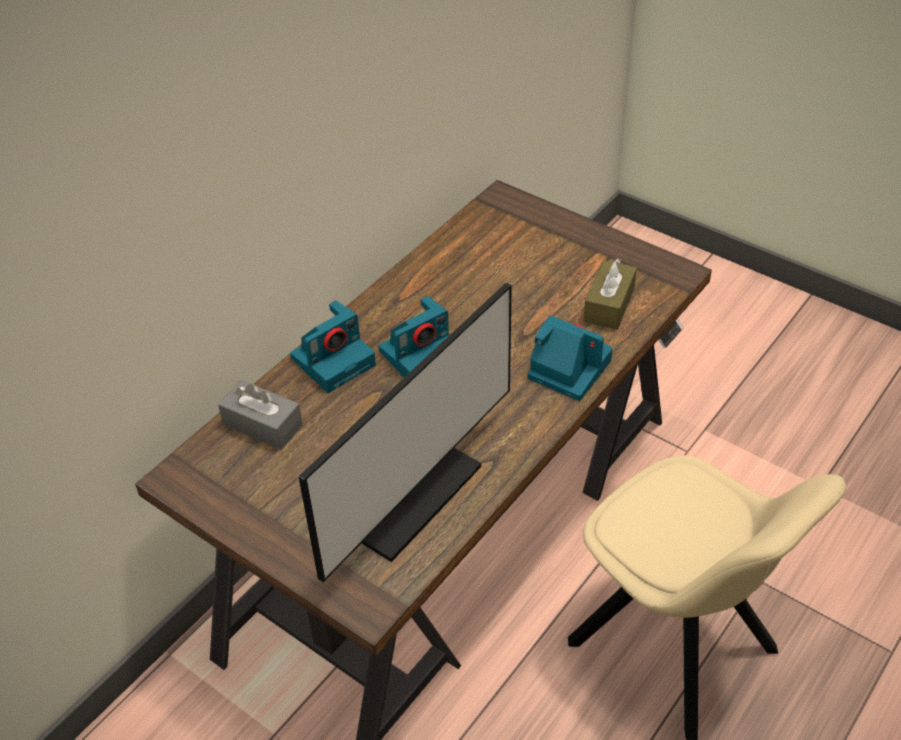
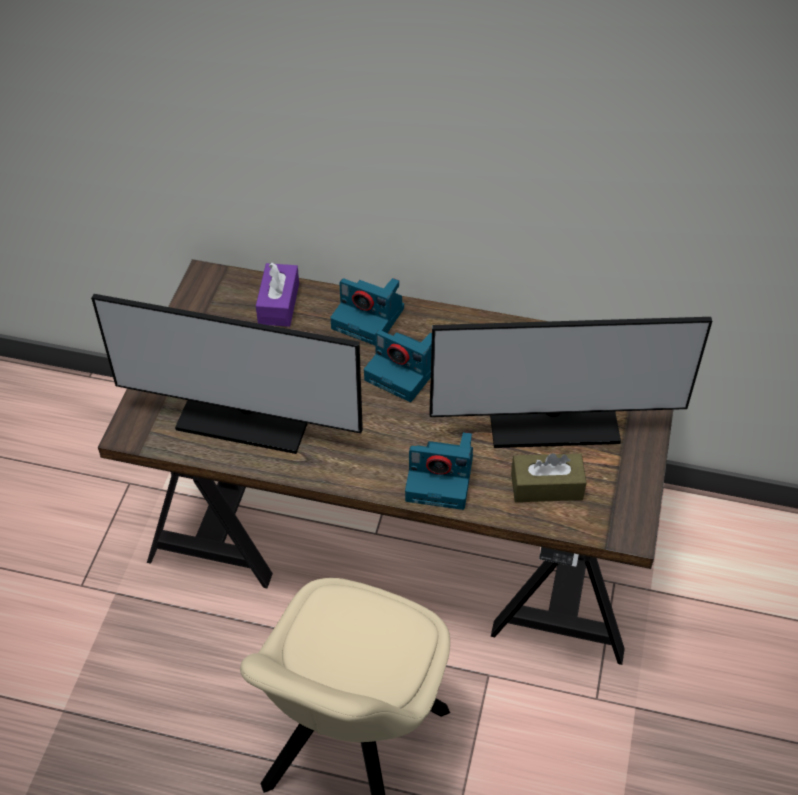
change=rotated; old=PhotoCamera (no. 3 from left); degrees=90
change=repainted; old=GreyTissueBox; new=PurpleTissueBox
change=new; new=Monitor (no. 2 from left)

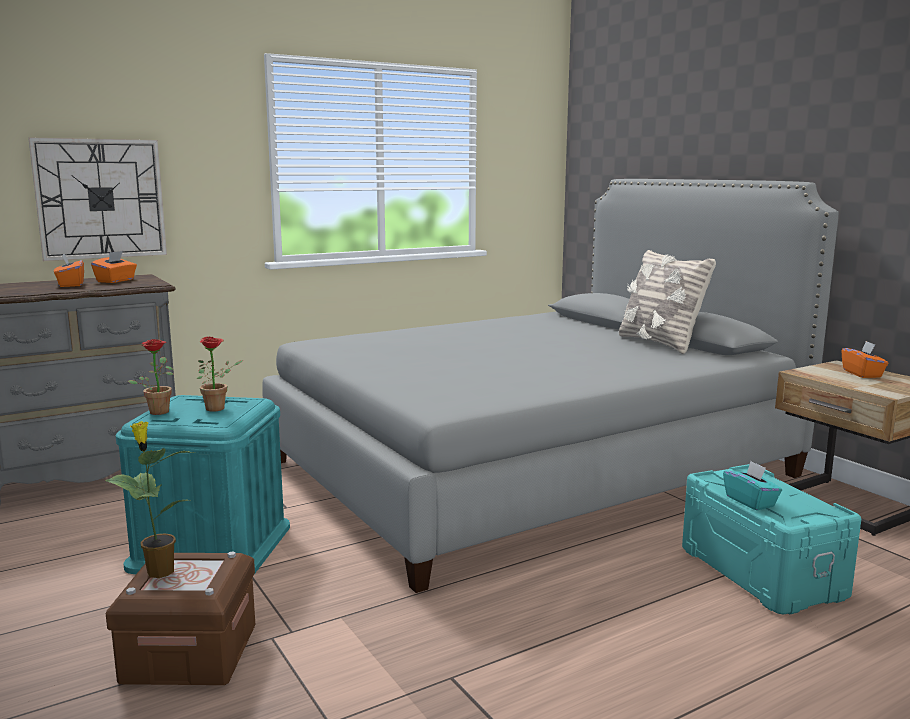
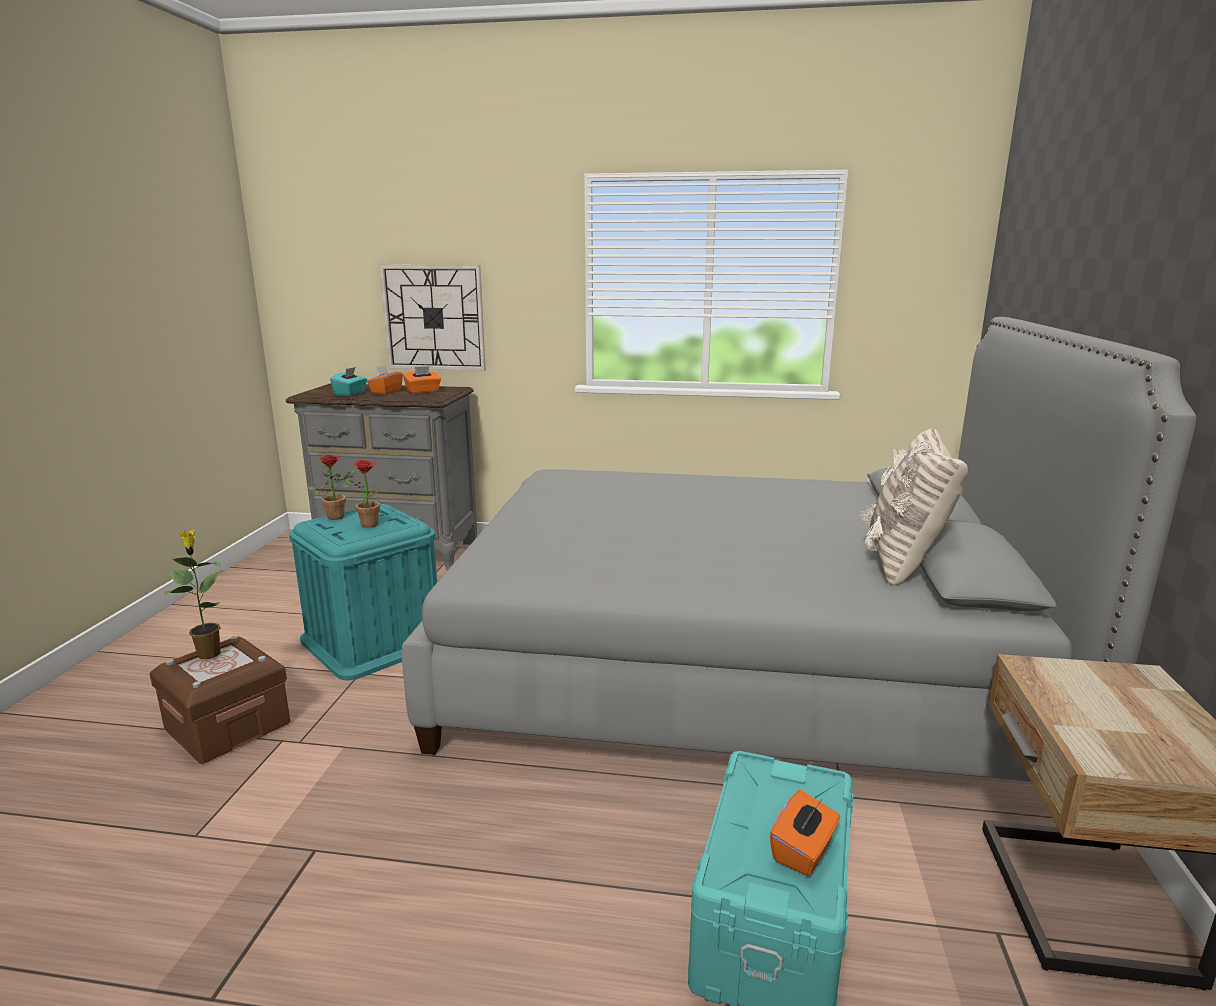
change=shifted; old=OrangeTissueBox (no. 3 from left)
change=shifted; old=TurquoiseTissueBox

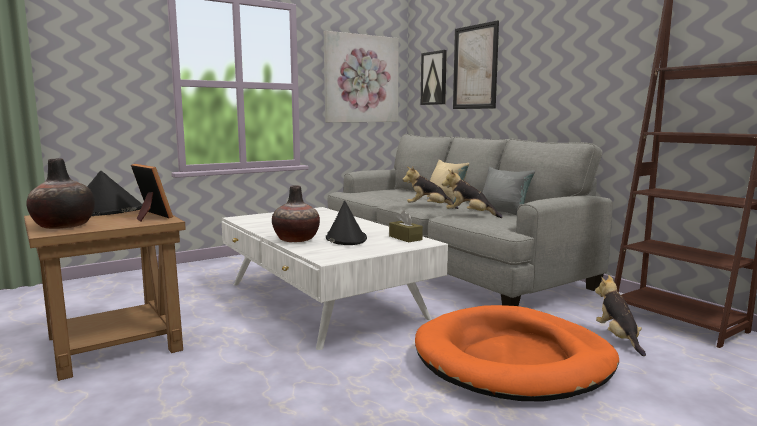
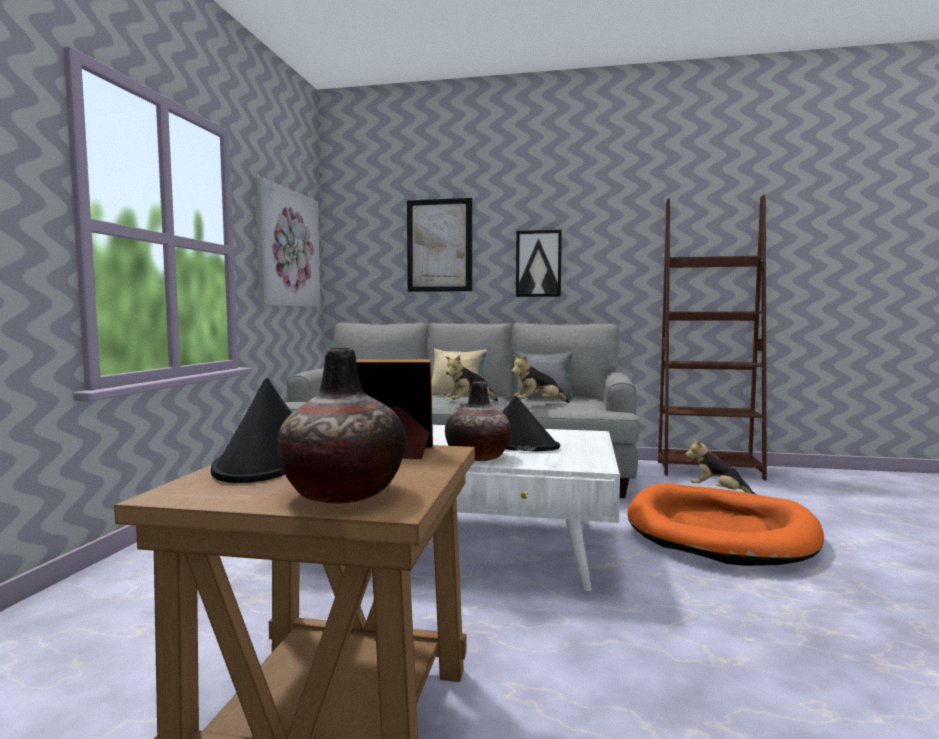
change=shifted; old=Picture (no. 2 from left in the first image); new=Picture (no. 3 from left)
change=gone; old=BrownTissueBox

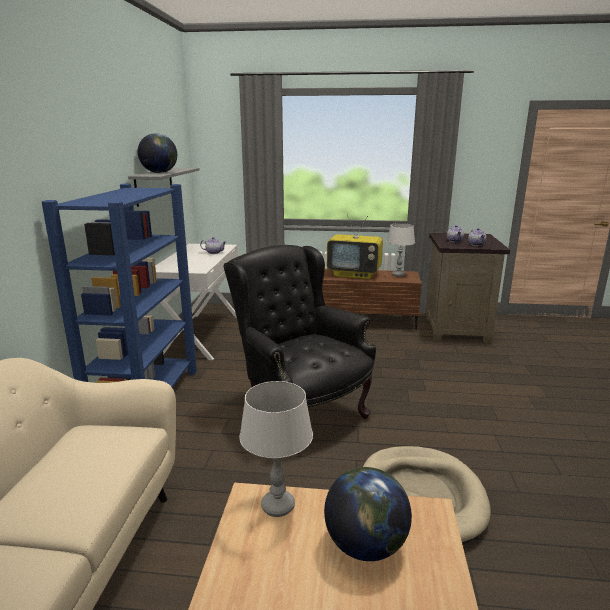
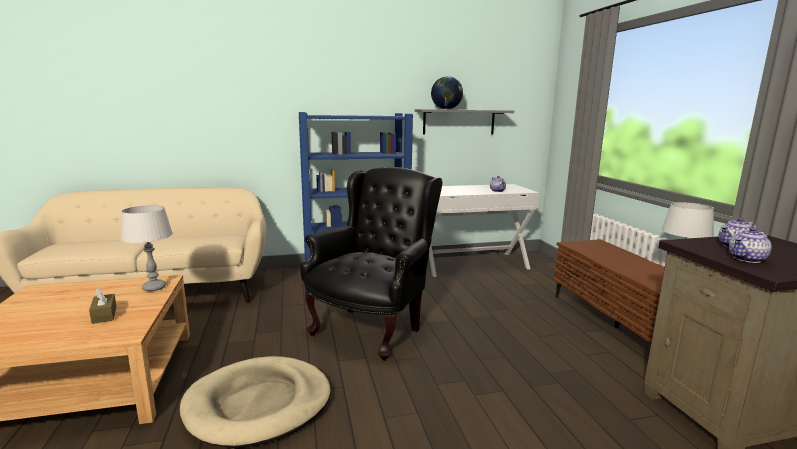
change=gone; old=Television
change=swapped; old=Globe (no. 2 from left); new=BrownTissueBox

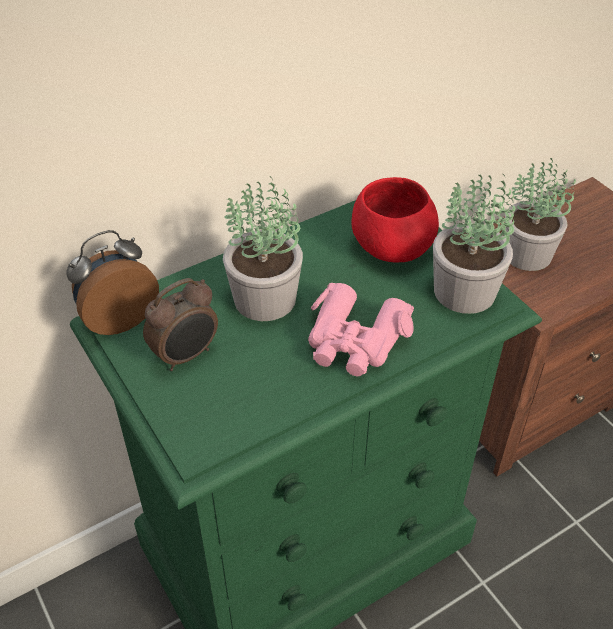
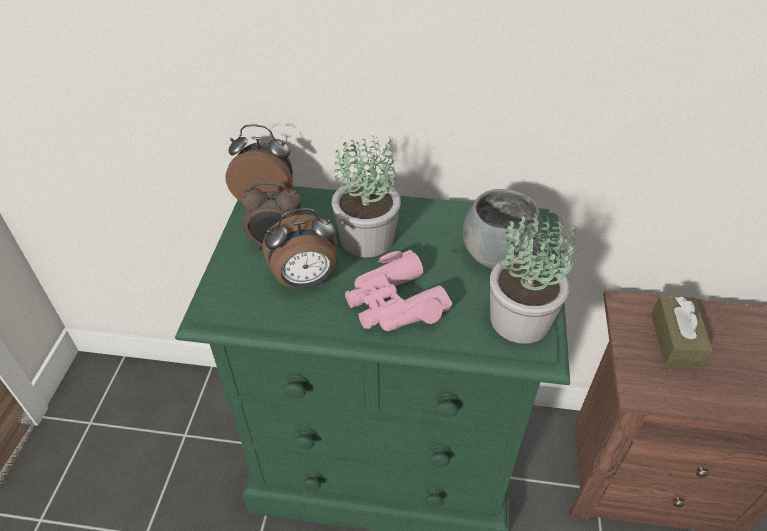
change=swapped; old=PottedPlant (no. 3 from left); new=BrownTissueBox
change=repainted; old=RedBowl; new=GreyBowl
change=new; new=AlarmClock (no. 3 from left)

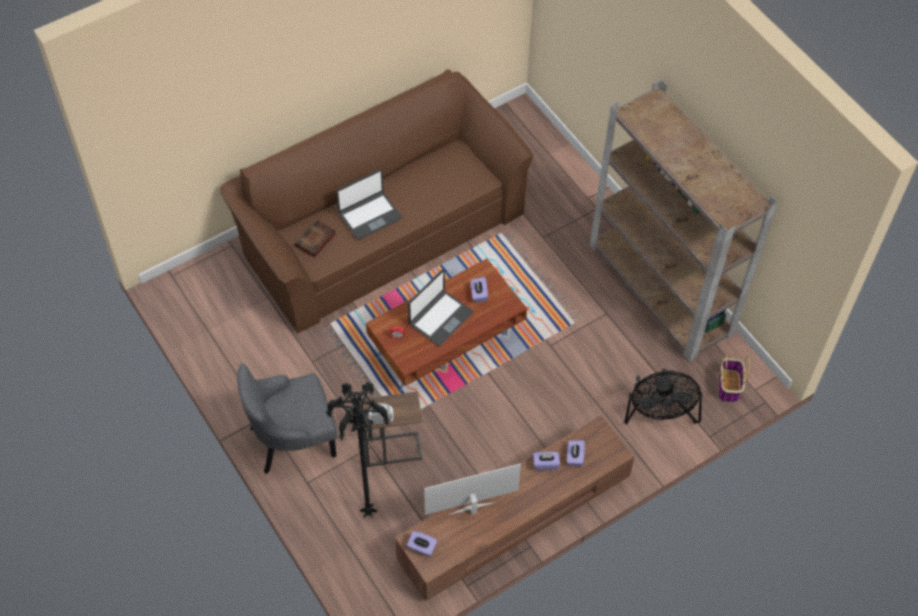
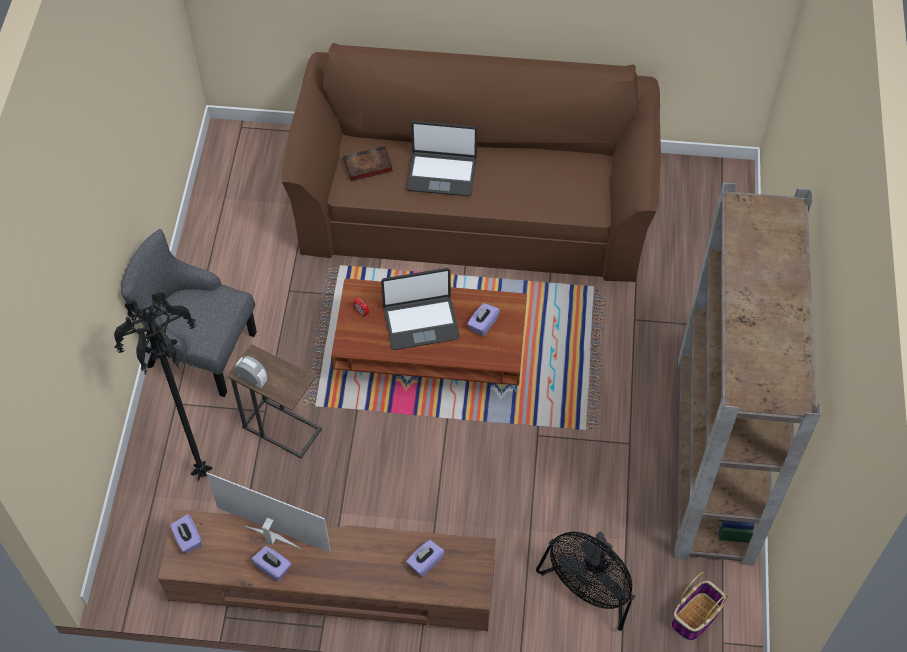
change=shifted; old=PurpleTissueBox (no. 3 from left in the first image); new=PurpleTissueBox (no. 2 from left)

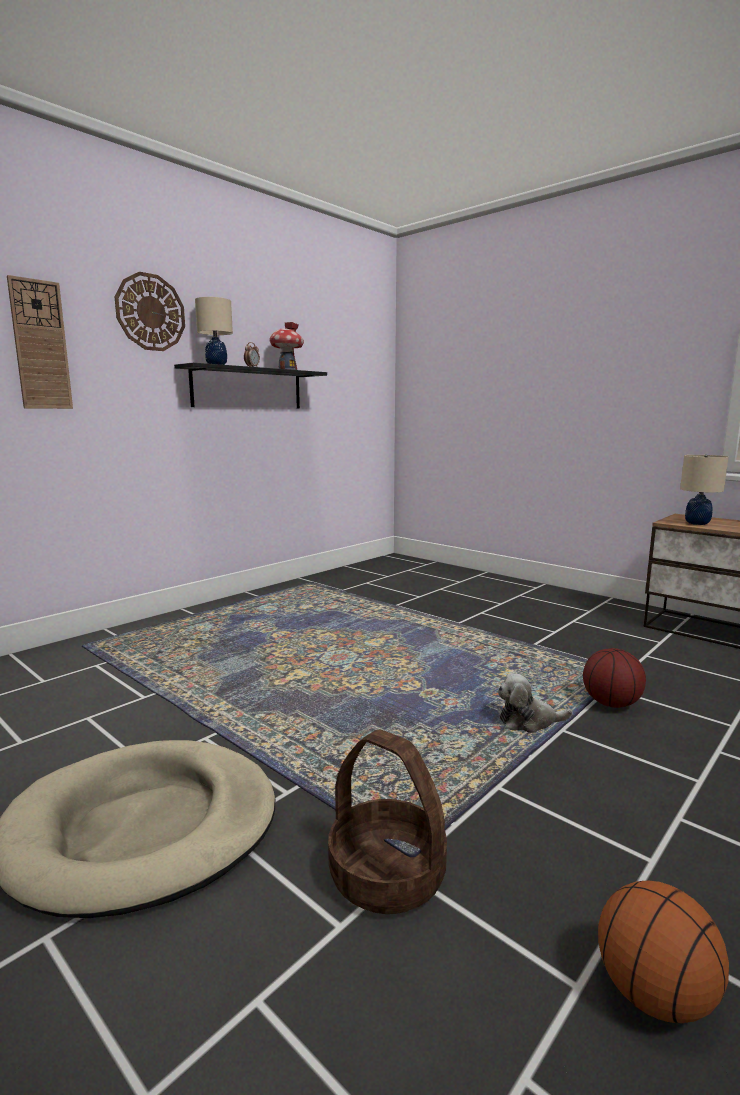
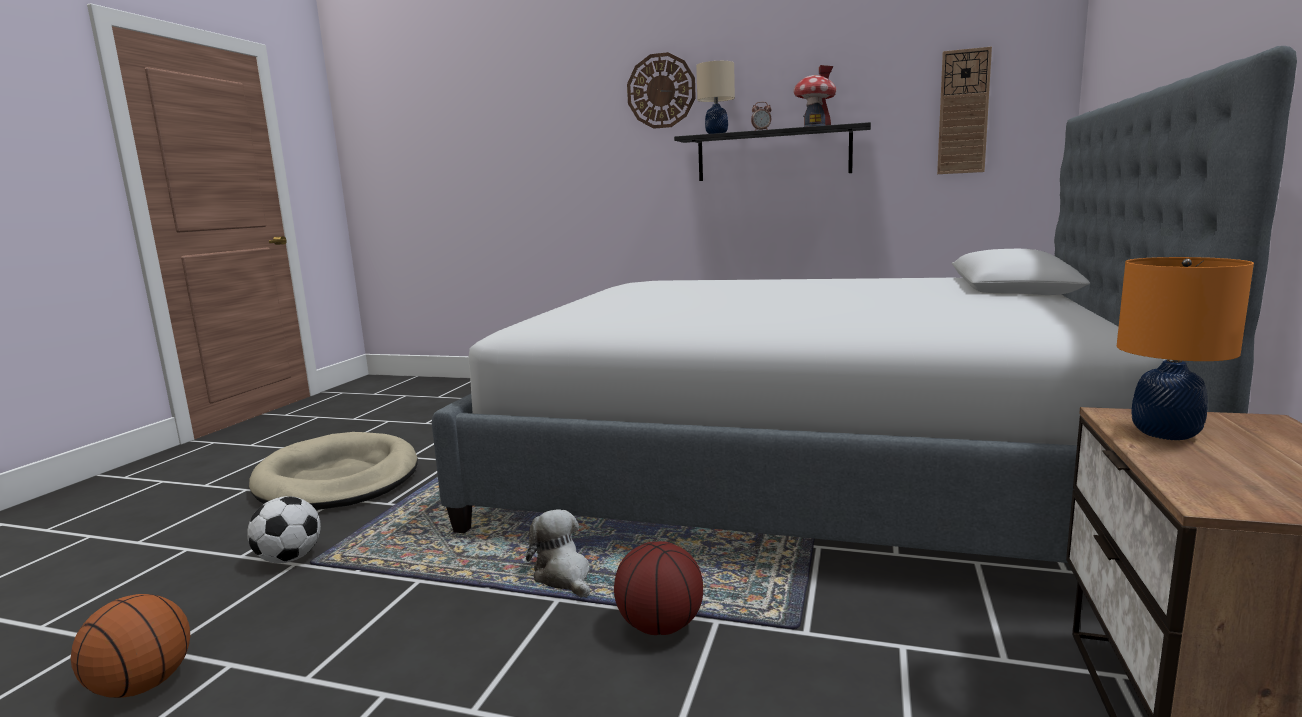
change=shifted; old=WallClock (no. 1 from left in the first image); new=WallClock (no. 2 from left)
change=repainted; old=BeigeTableLamp (no. 2 from left); new=OrangeTableLamp
change=swapped; old=Basket; new=Football
change=new; new=Bed

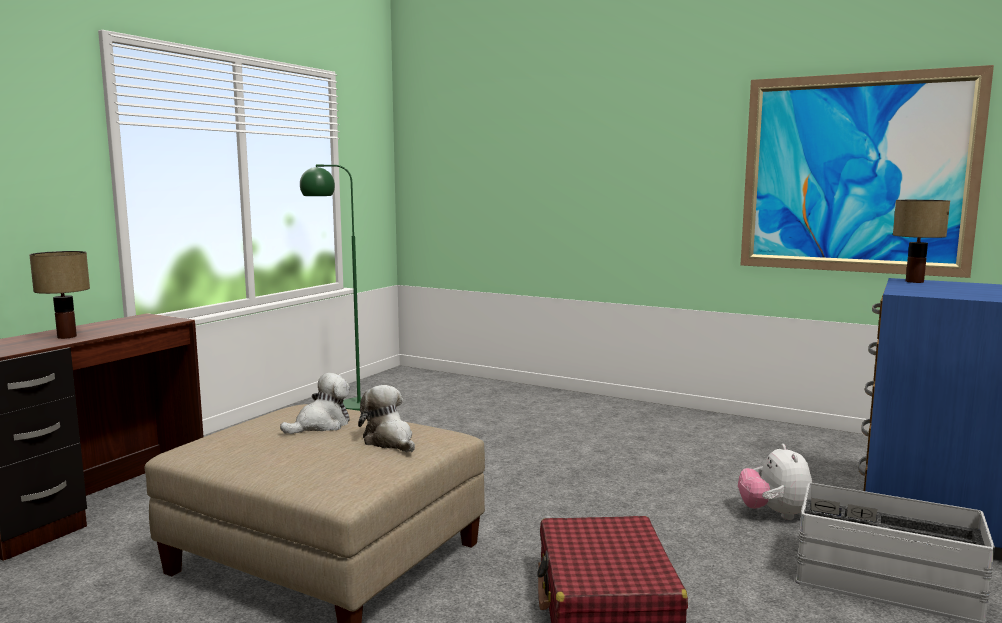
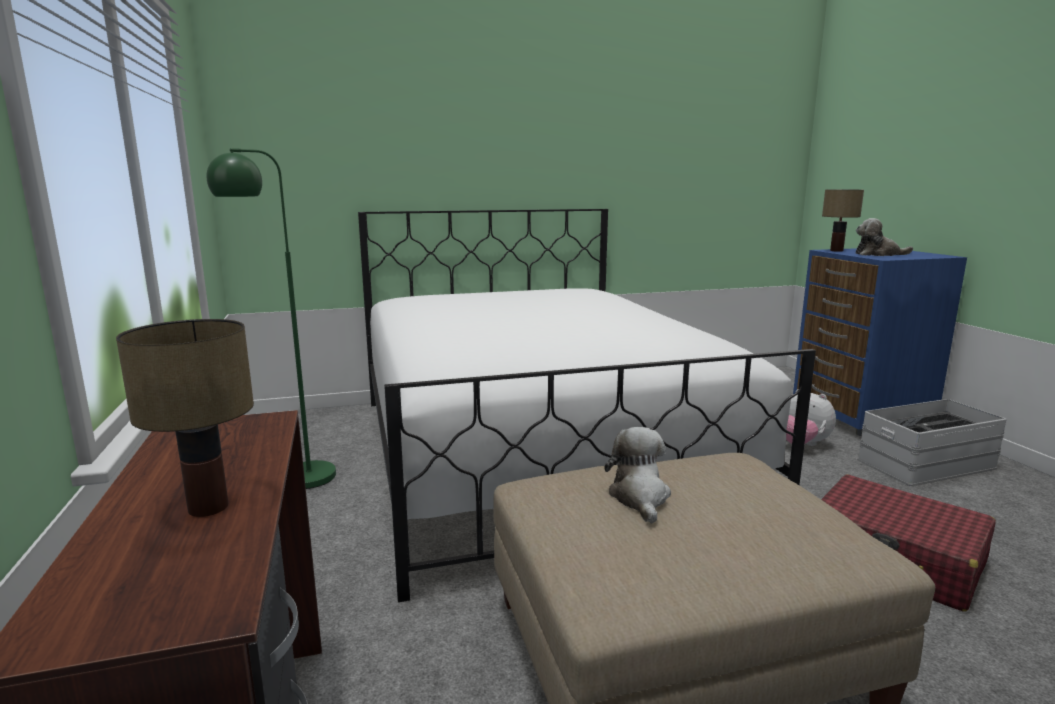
change=gone; old=Picture
change=shifted; old=PlushToy (no. 2 from left in the first image); new=PlushToy (no. 3 from left)
change=new; new=WhiteBed

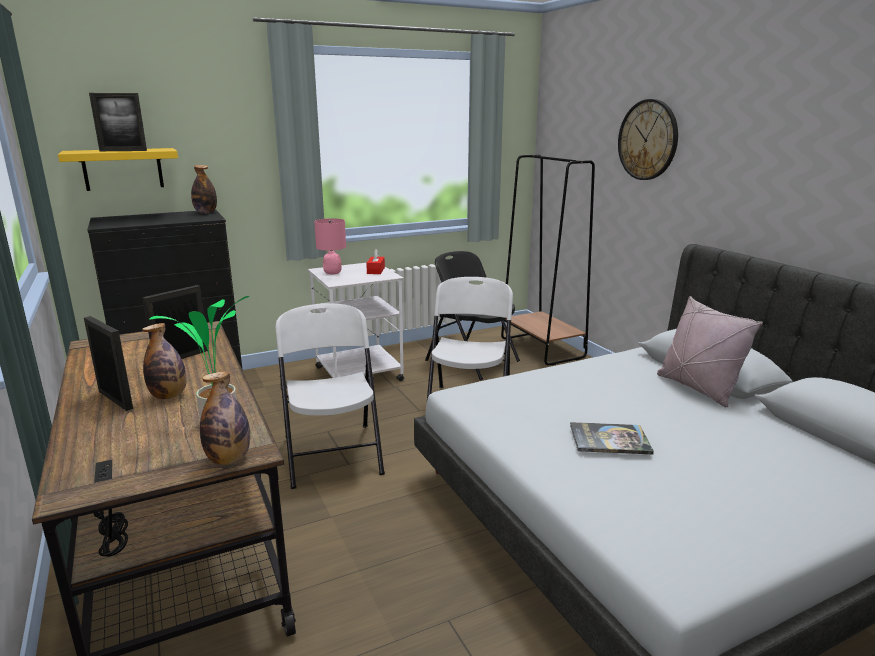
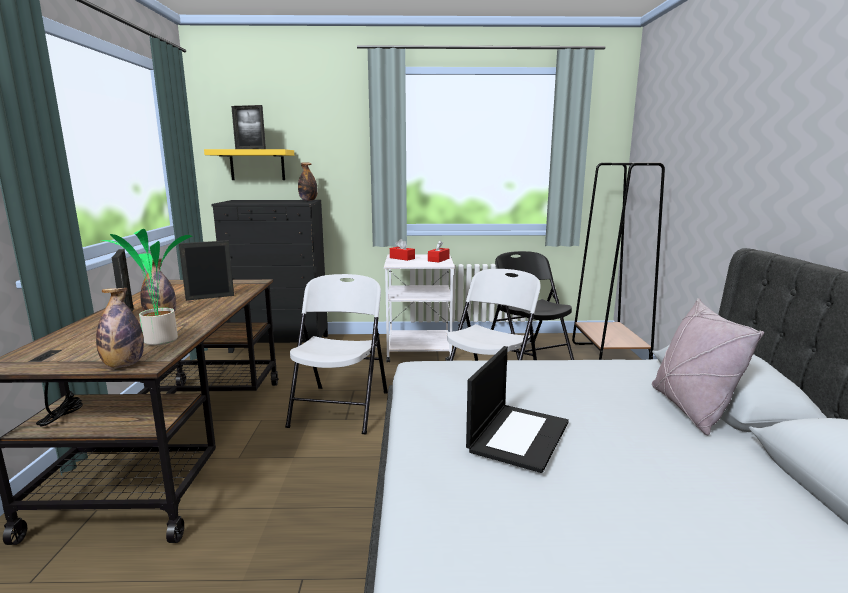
change=gone; old=WallClock
change=swapped; old=PinkTableLamp; new=RedTissueBox (no. 1 from left)
change=swapped; old=Book; new=Laptop

